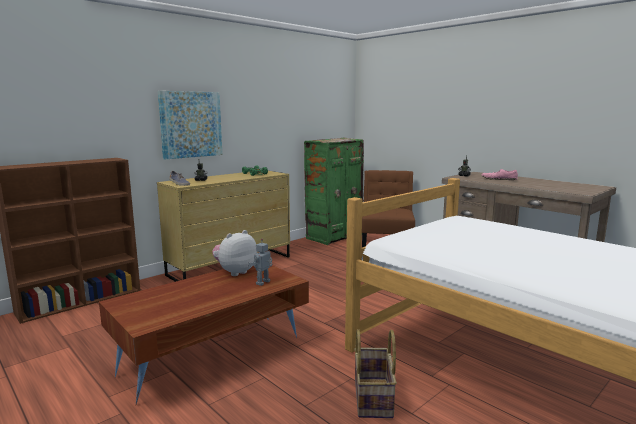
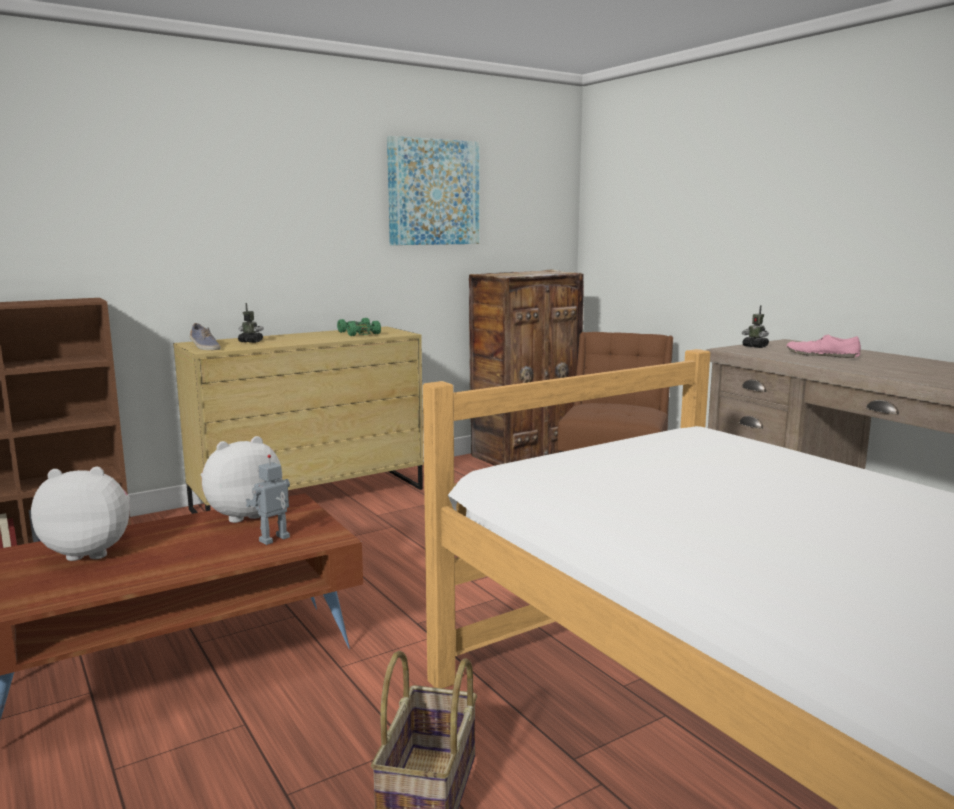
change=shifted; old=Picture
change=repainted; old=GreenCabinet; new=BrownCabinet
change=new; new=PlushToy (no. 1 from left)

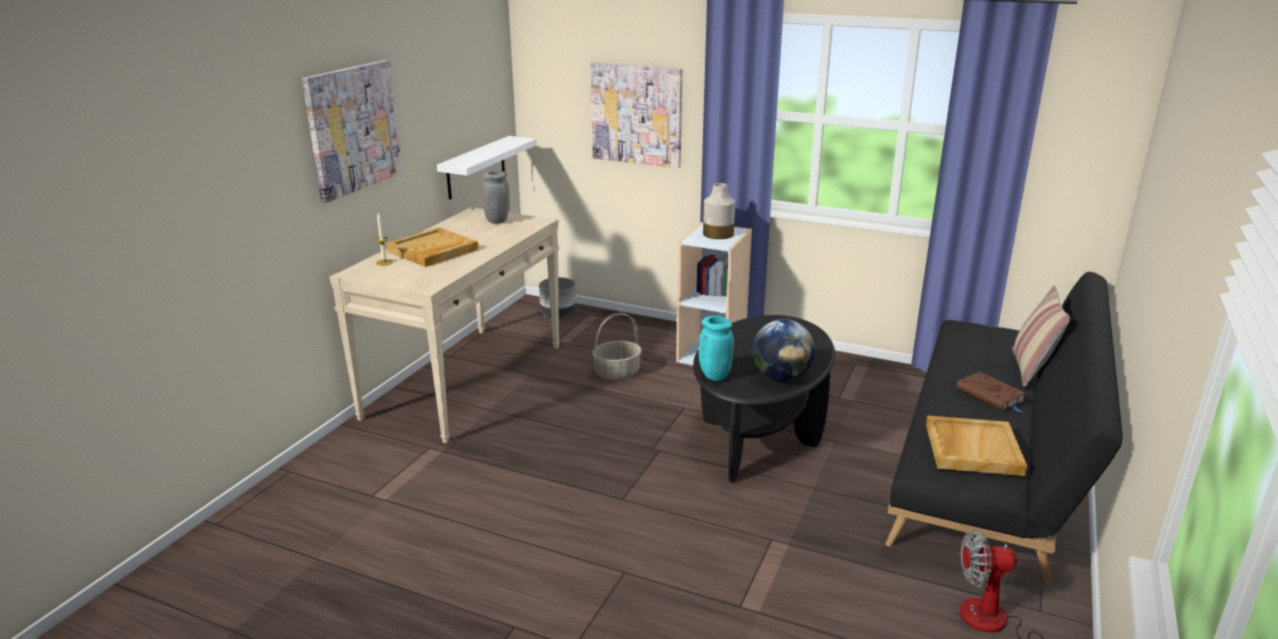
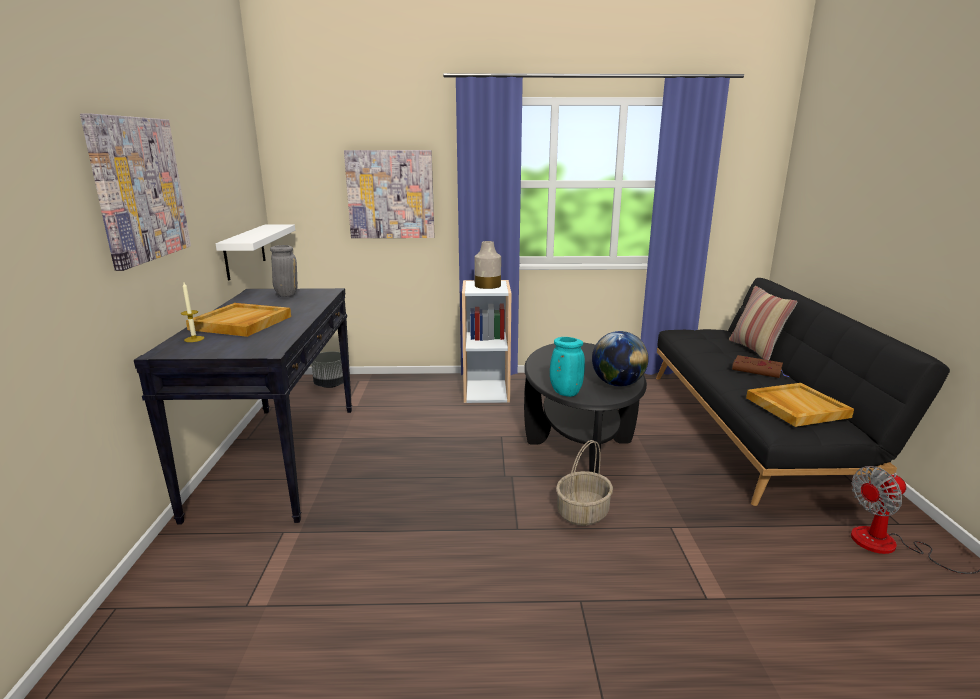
change=repainted; old=BeigeConsoleTable; new=BlackConsoleTable
change=shifted; old=Basket

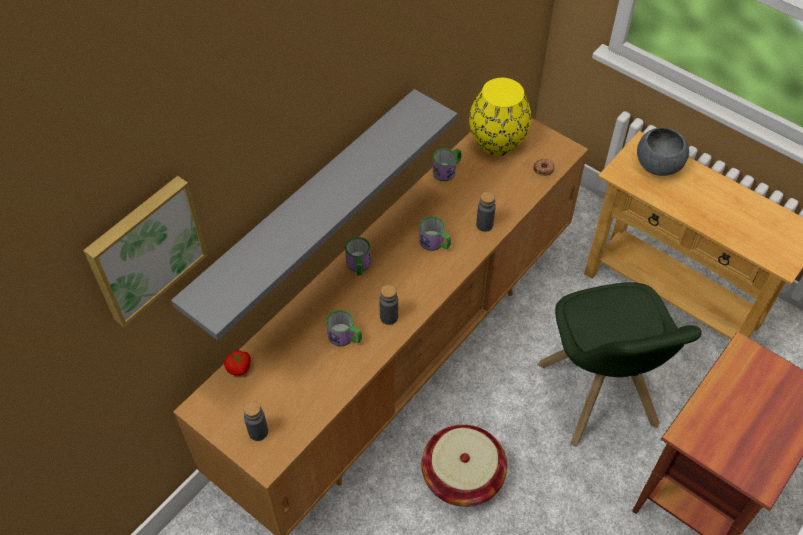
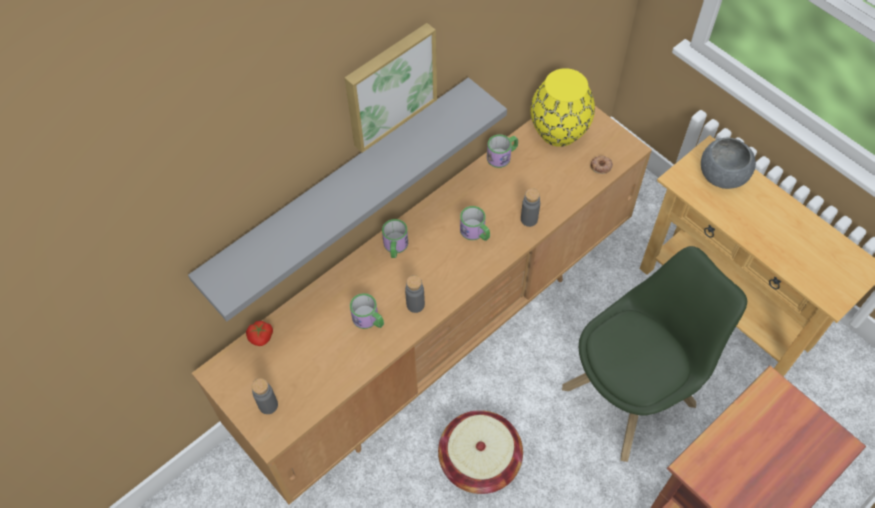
change=shifted; old=Picture
change=rotated; old=GreenChair; degrees=-120

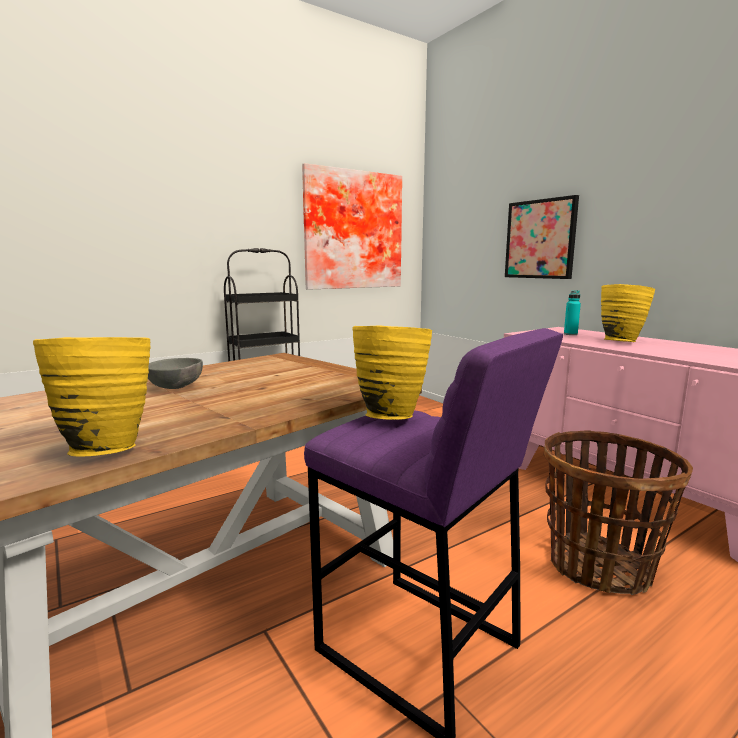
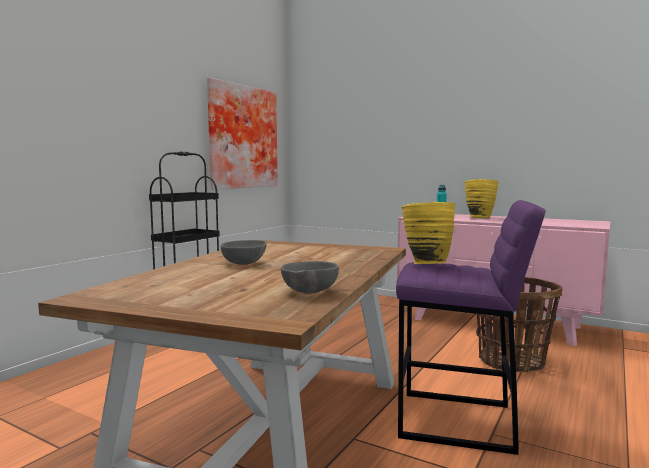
change=gone; old=Picture (no. 2 from left)
change=swapped; old=YellowVase (no. 1 from left); new=GreyBowl (no. 2 from left)

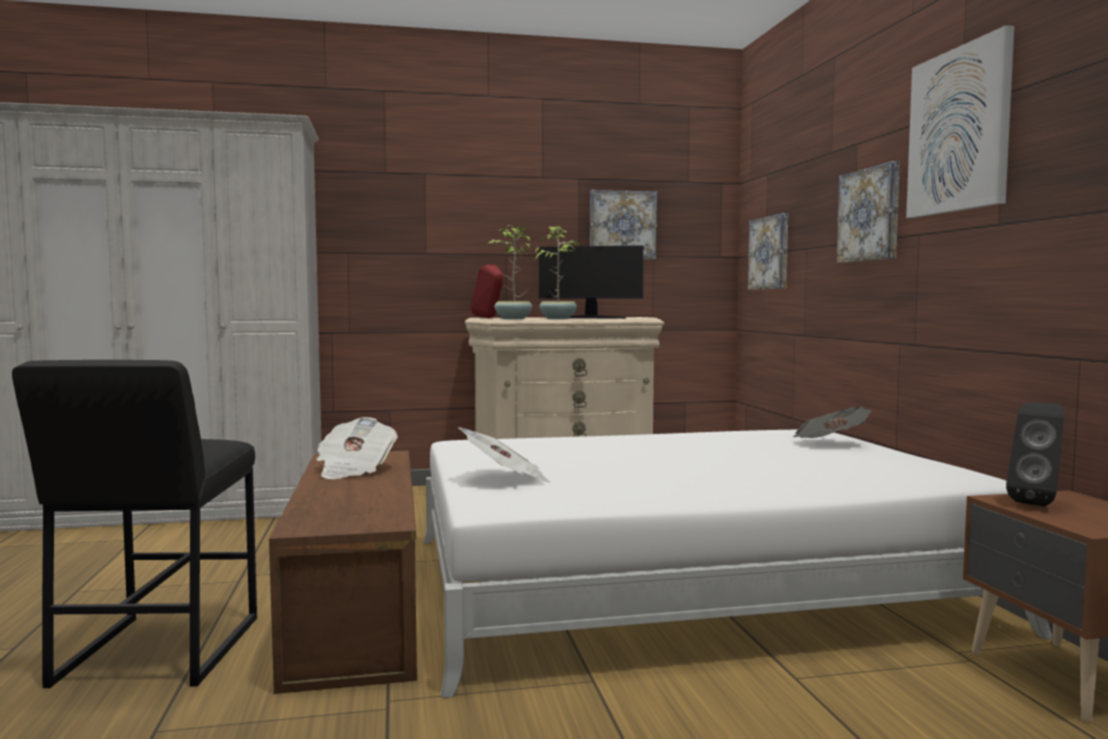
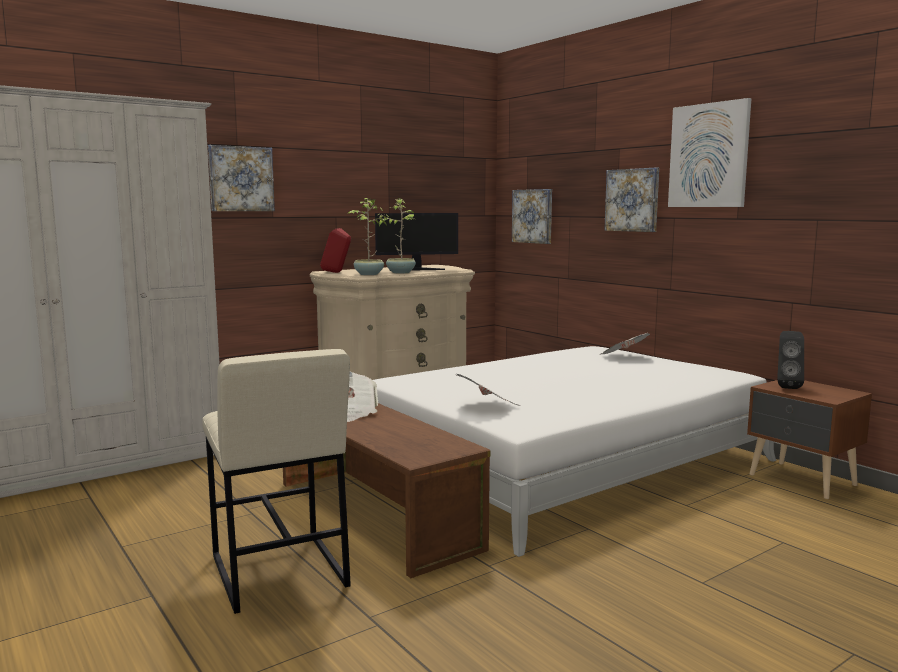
change=shifted; old=Picture (no. 1 from left)
change=repainted; old=BlackChair; new=BeigeChair

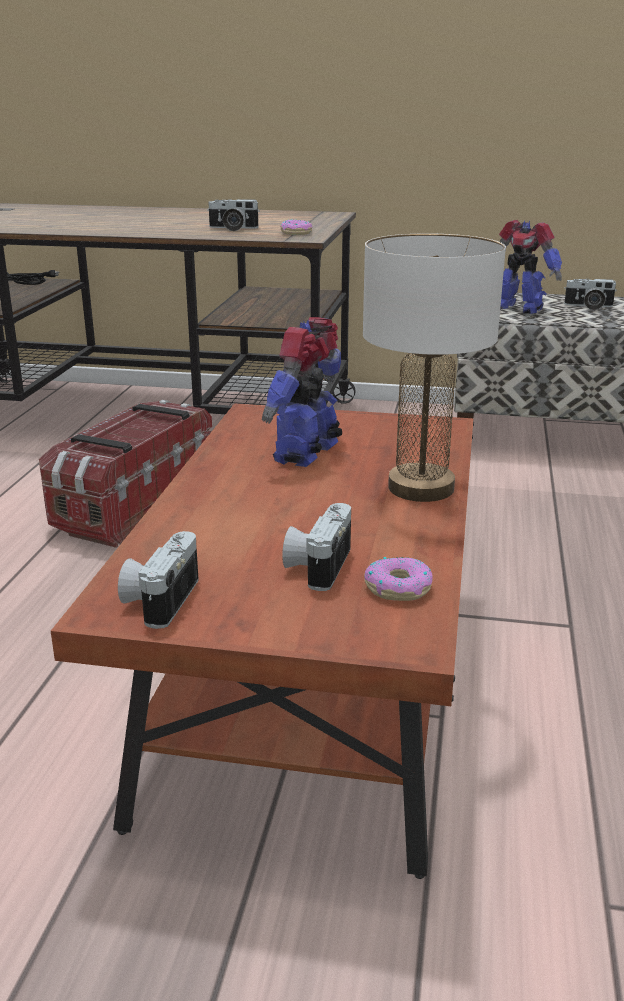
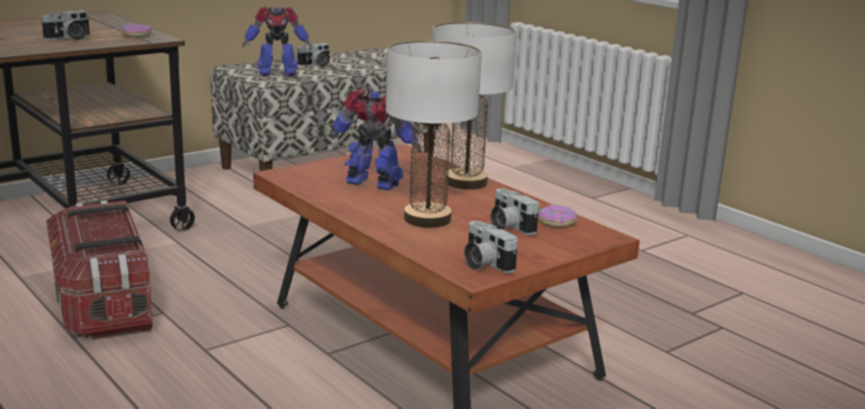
change=rotated; old=ToyRobot (no. 1 from left in the first image); degrees=135
change=new; new=TableLamp (no. 1 from left)

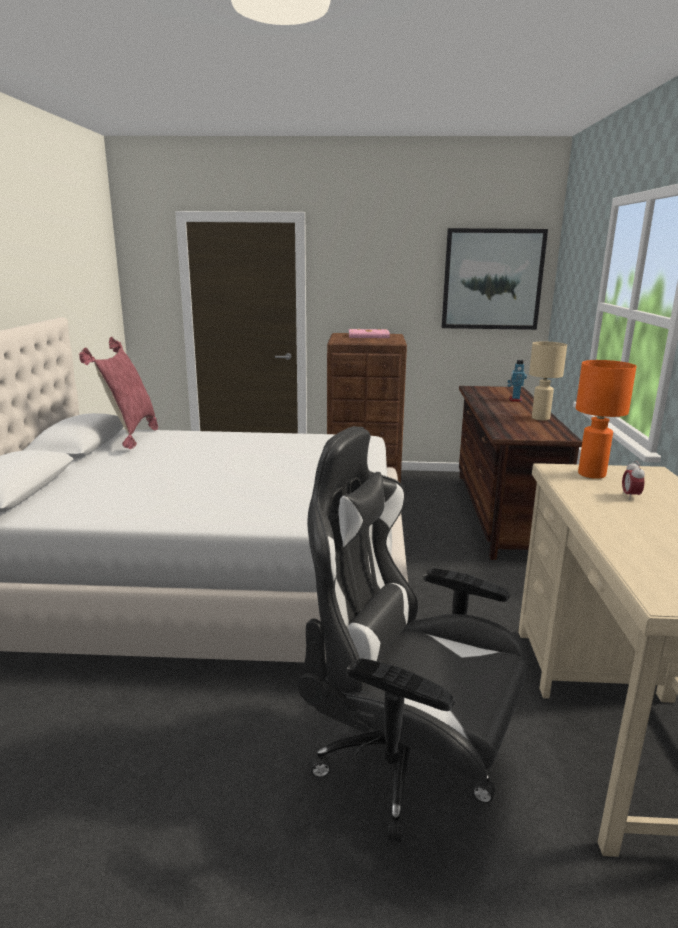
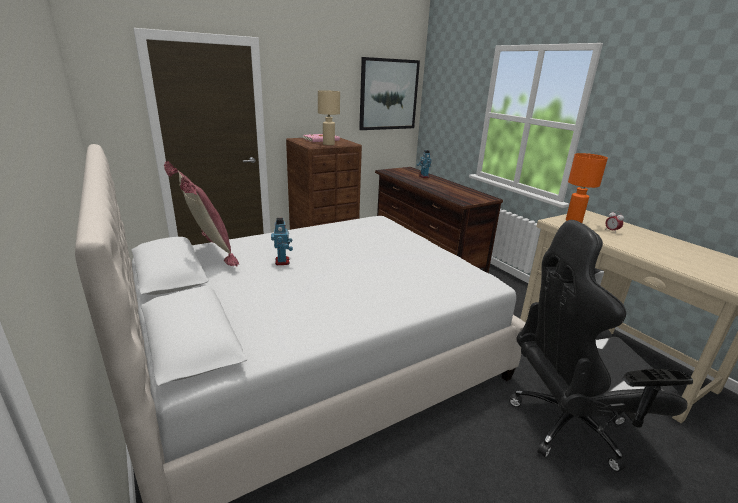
change=shifted; old=BeigeTableLamp
change=new; new=ToyRobot (no. 1 from left)

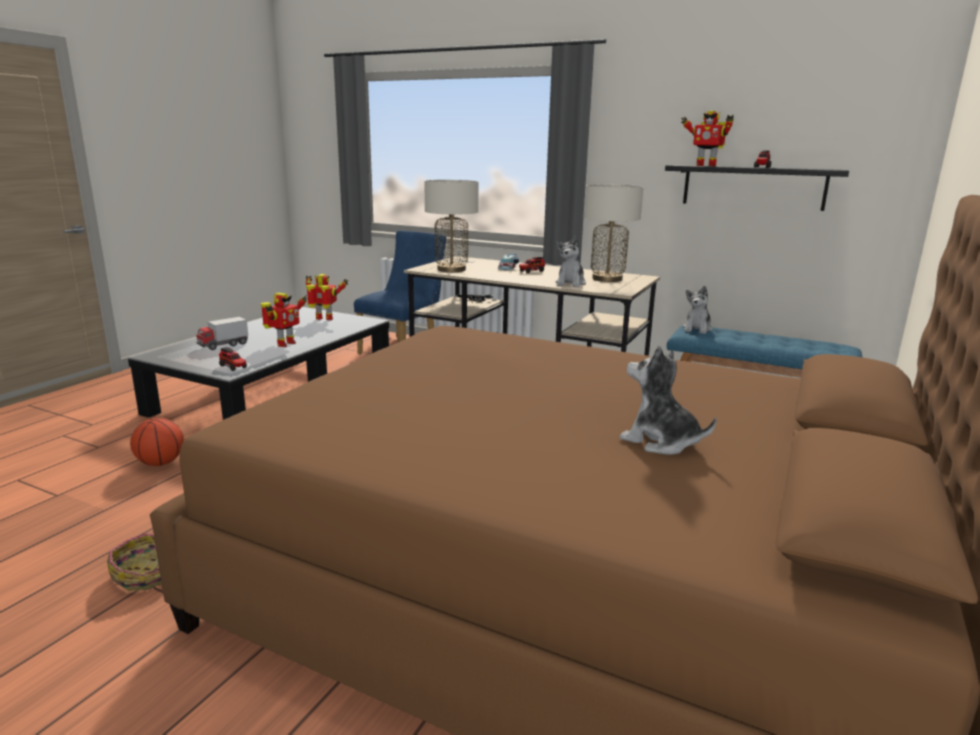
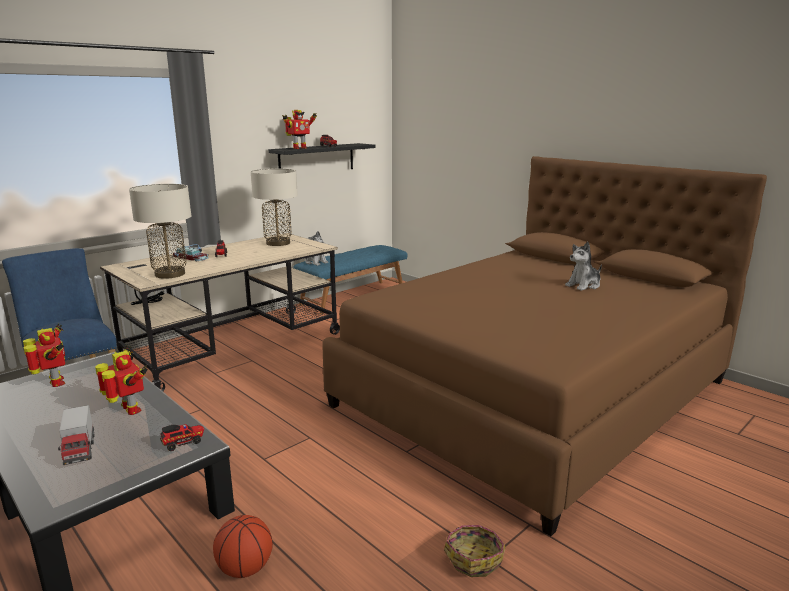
change=gone; old=PlushToy (no. 1 from left)
change=rotated; old=ToyRobot (no. 2 from left in the first image); degrees=120

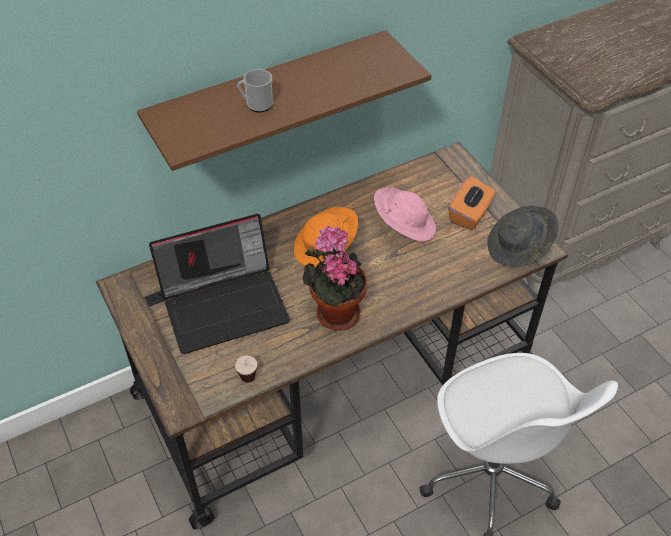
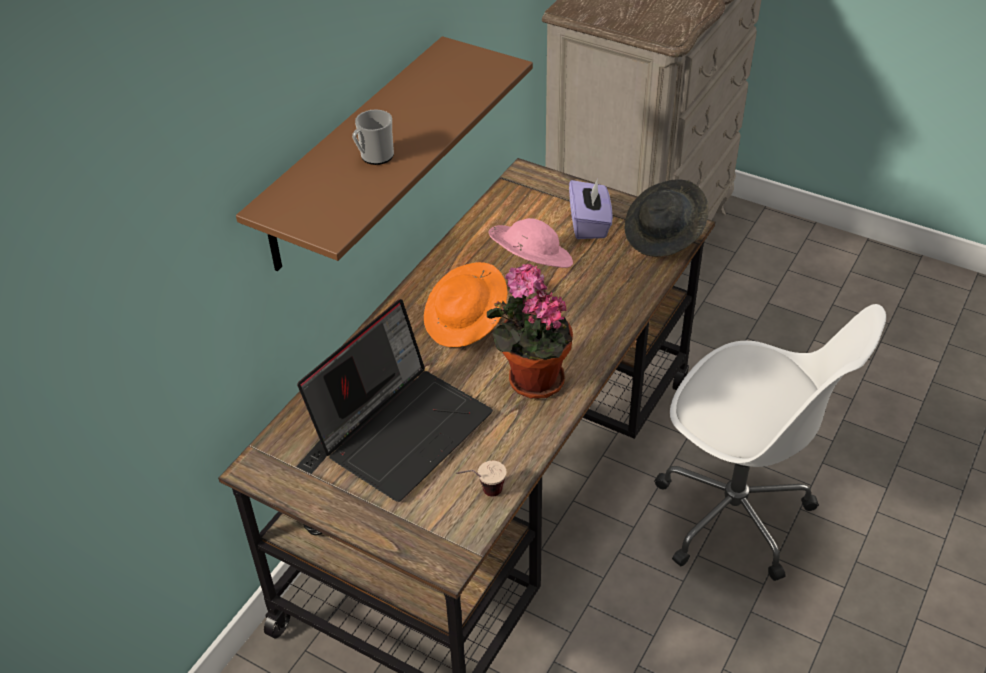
change=repainted; old=OrangeTissueBox; new=PurpleTissueBox

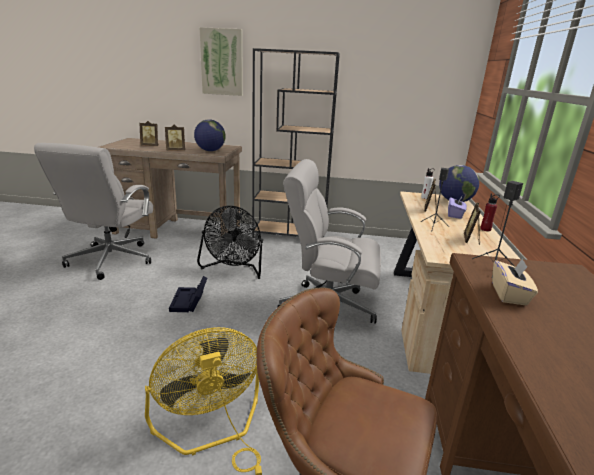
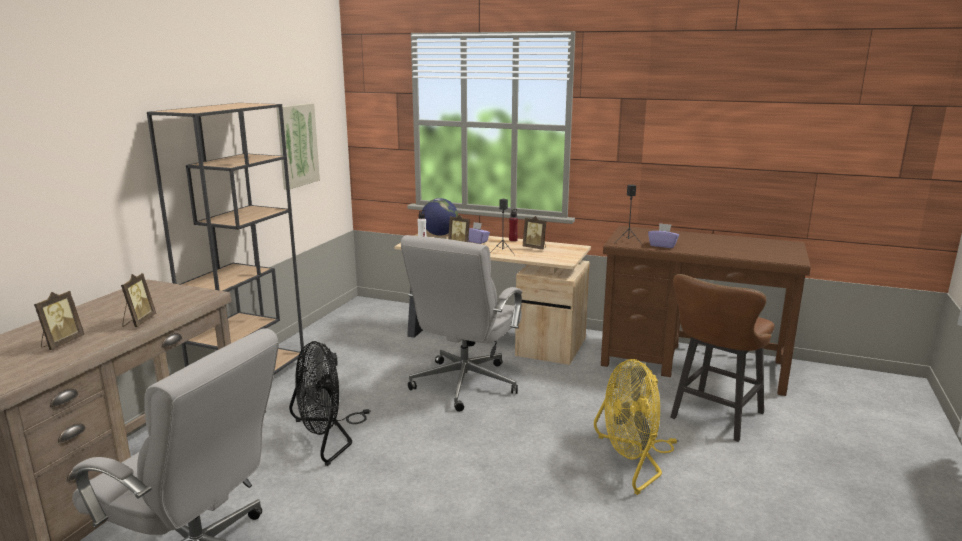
change=shifted; old=Picture
change=gone; old=Globe (no. 1 from left)
change=rotated; old=BlackFan; degrees=120
change=repainted; old=BeigeTissueBox; new=PurpleTissueBox (no. 2 from left)
change=gone; old=BlackStorageBox

